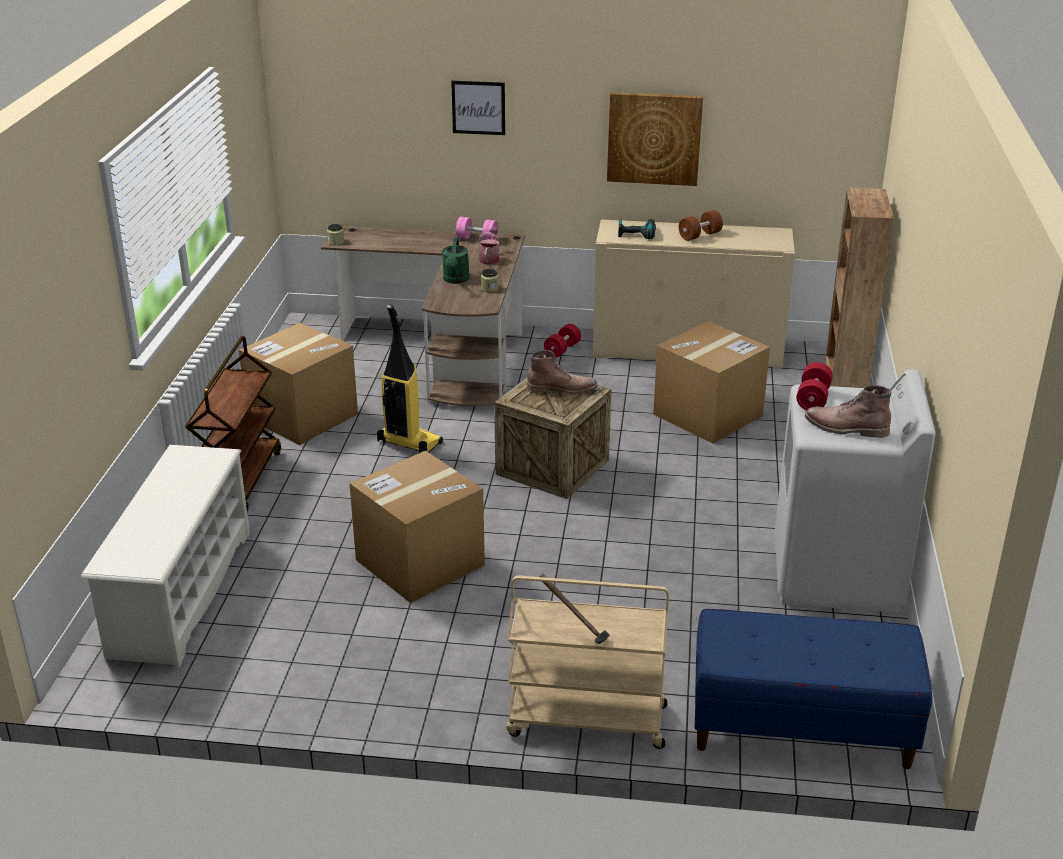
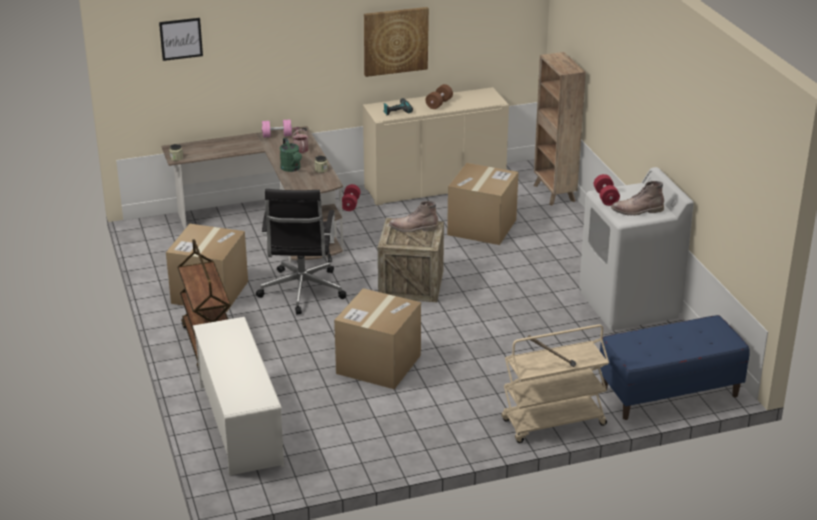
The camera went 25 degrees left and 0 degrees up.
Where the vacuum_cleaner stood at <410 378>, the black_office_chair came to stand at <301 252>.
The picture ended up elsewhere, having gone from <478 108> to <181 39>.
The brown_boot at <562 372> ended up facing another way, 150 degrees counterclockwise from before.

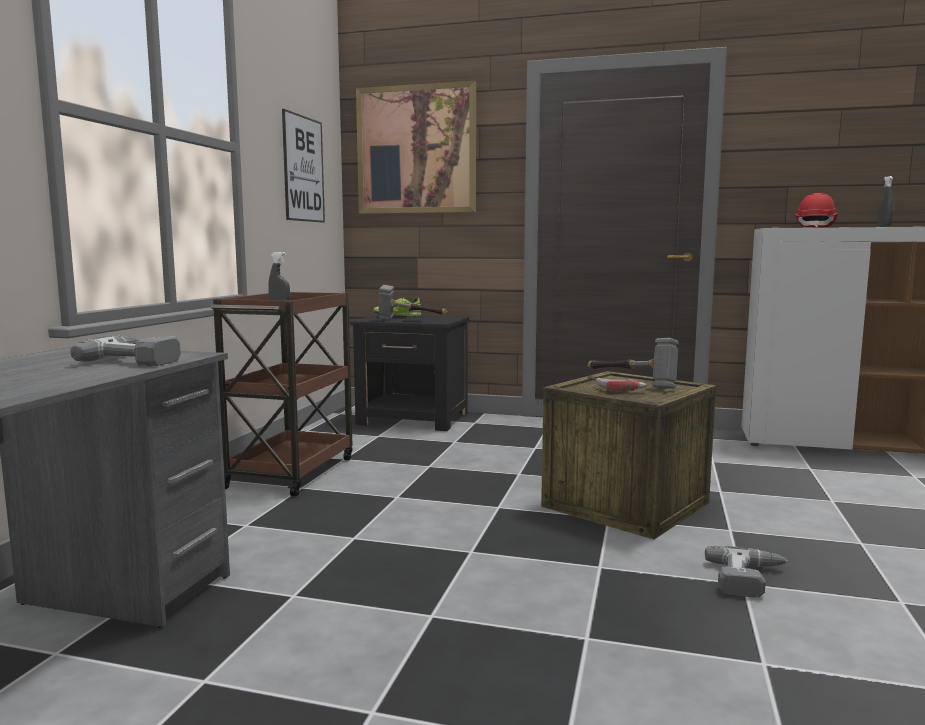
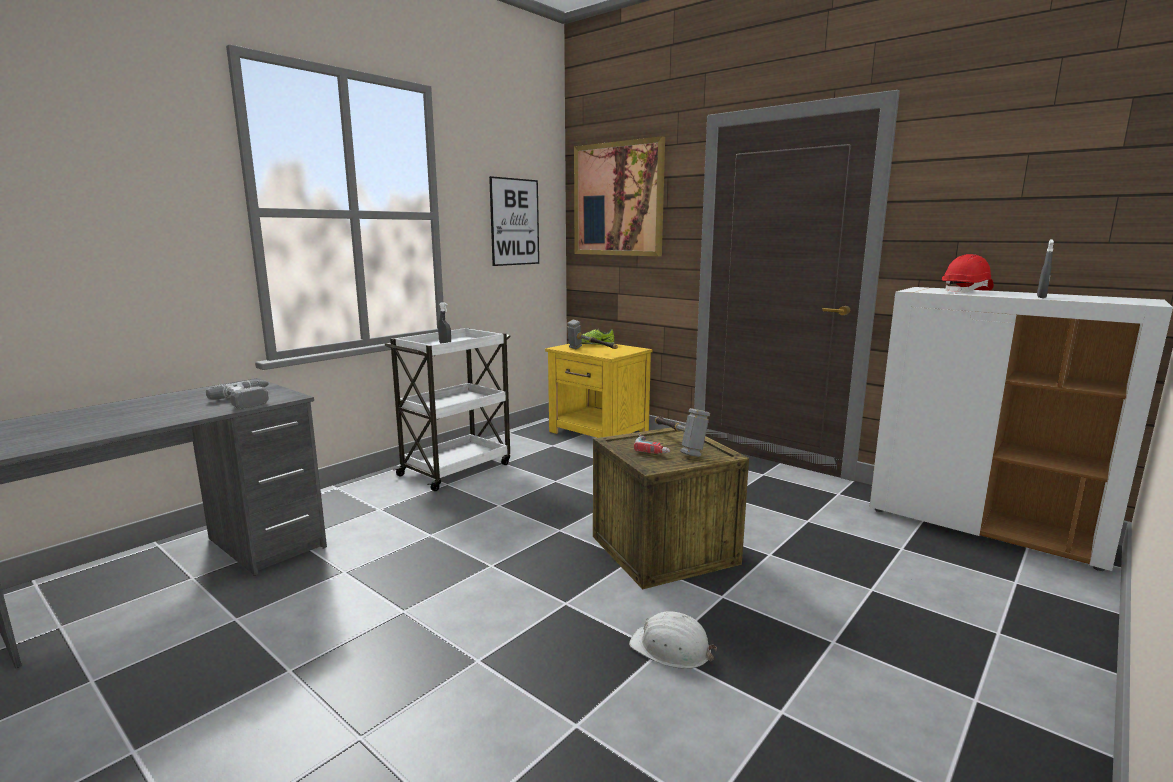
The camera went 25 degrees right and 5 degrees up.
What was the brown_cart at <282 394> turned into the white_cart at <447 409>.
What was the black_nightstand at <410 372> turned into the yellow_nightstand at <598 391>.
Where the power_drill stood at <746 571>, the white_hard_hat came to stand at <673 640>.

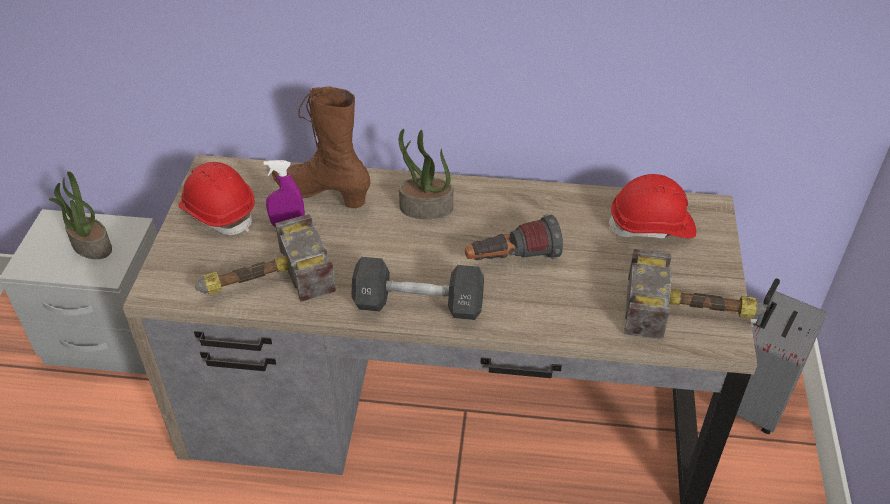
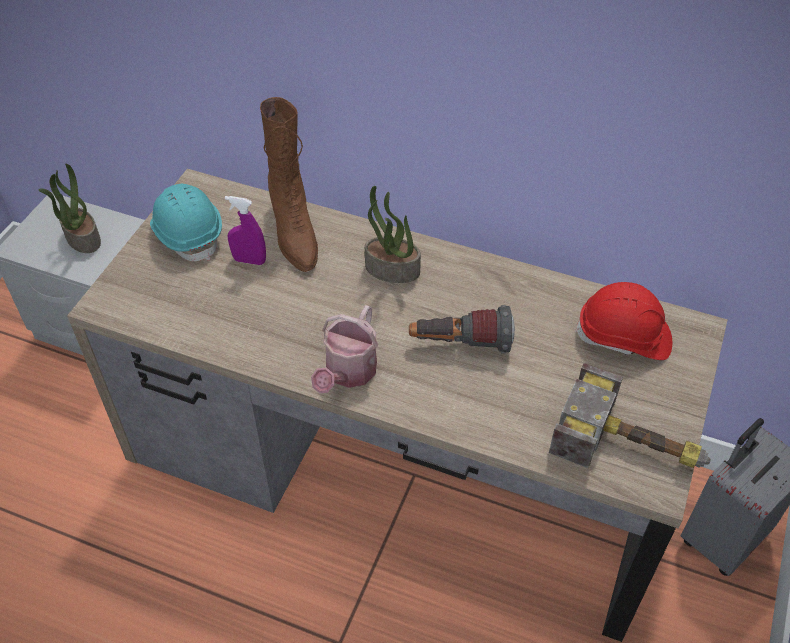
The camera went 15 degrees right and 5 degrees up.
What was the red_hard_hat at <216 198> turned into the turquoise_hard_hat at <186 222>.
The second view lost the hammer at <265 258>.
The brown_boot at <321 147> ended up facing another way, 150 degrees counterclockwise from before.
Where the black_dumbbell stood at <417 288>, the watering_can came to stand at <344 349>.

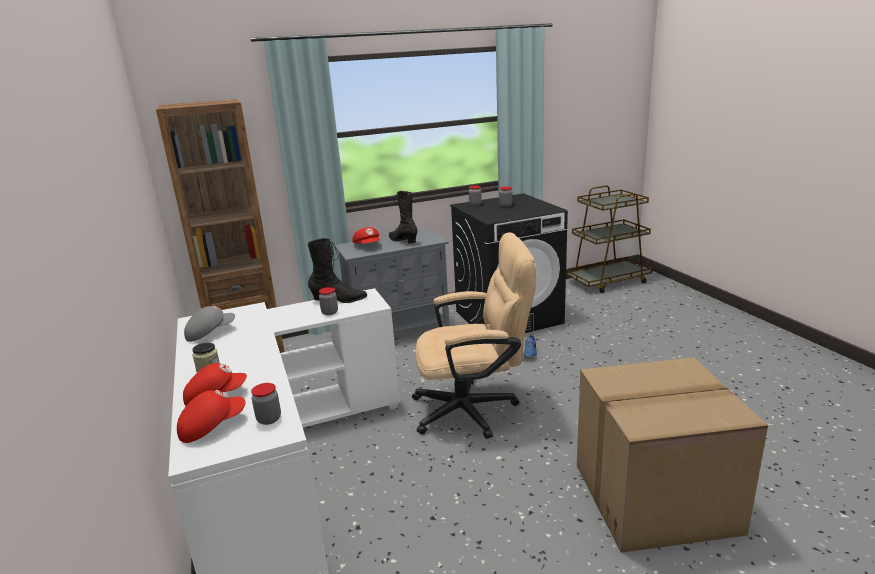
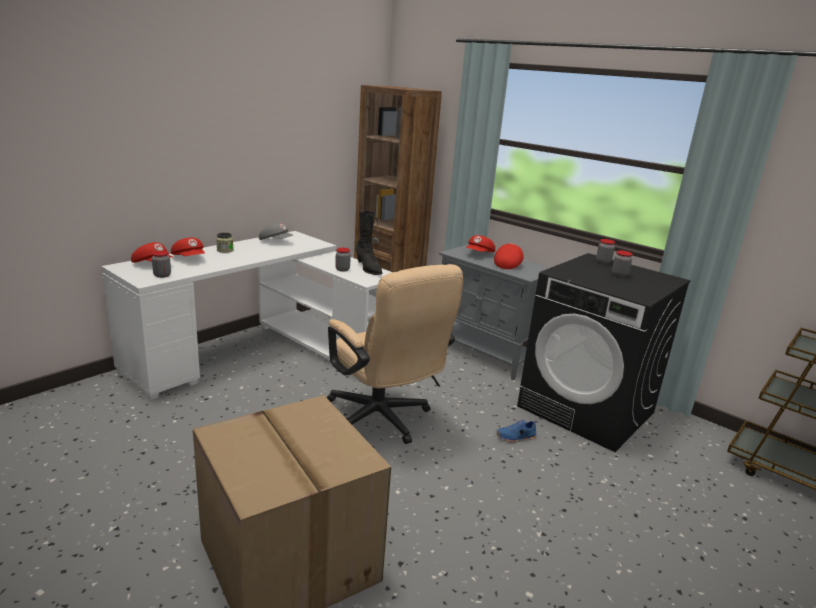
The camera went 60 degrees right and 0 degrees up.
Where the black_boot stood at <403 217>, the red_cap came to stand at <509 256>.

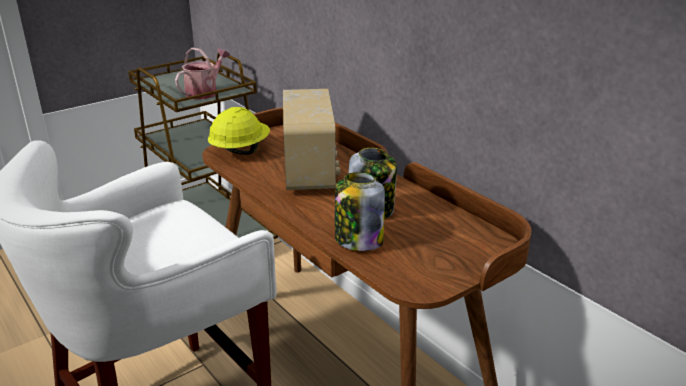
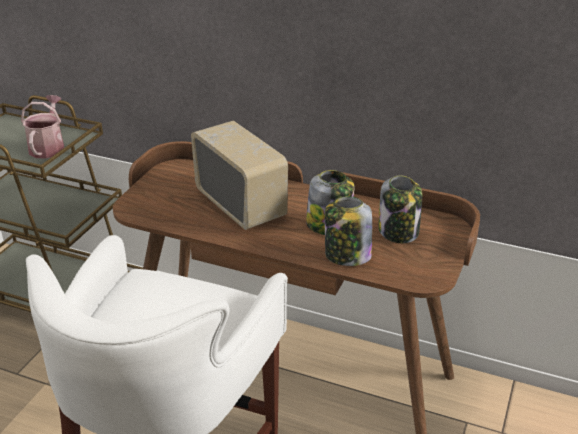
The camera went 30 degrees left and 5 degrees up.
The second view lost the yellow_hard_hat at <239 131>.
The second view gained the jar at <400 209>.

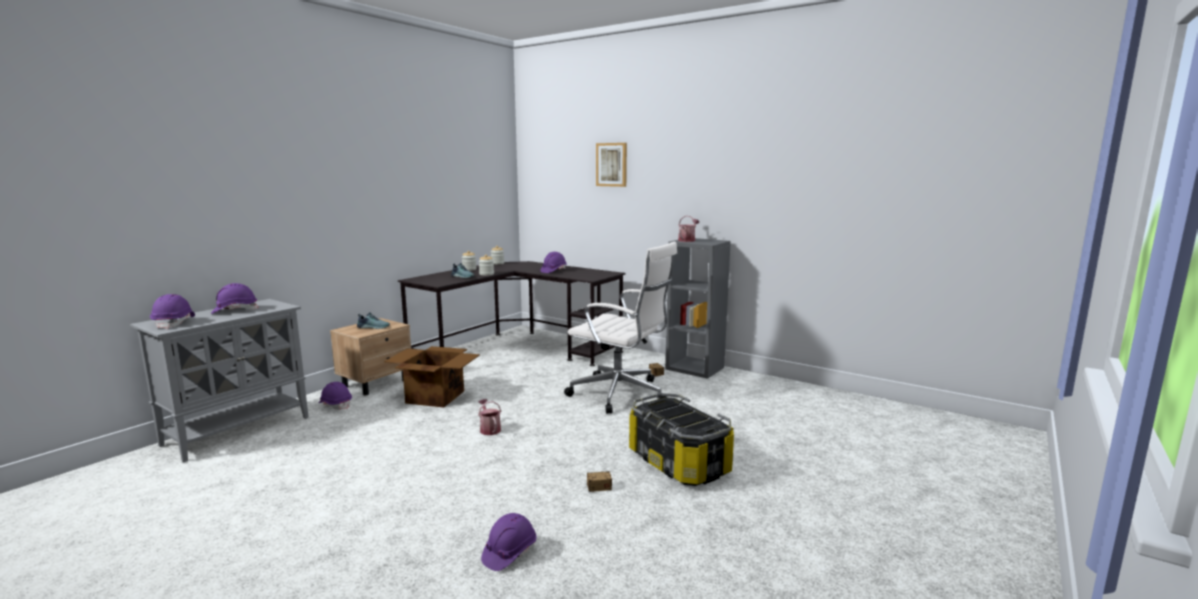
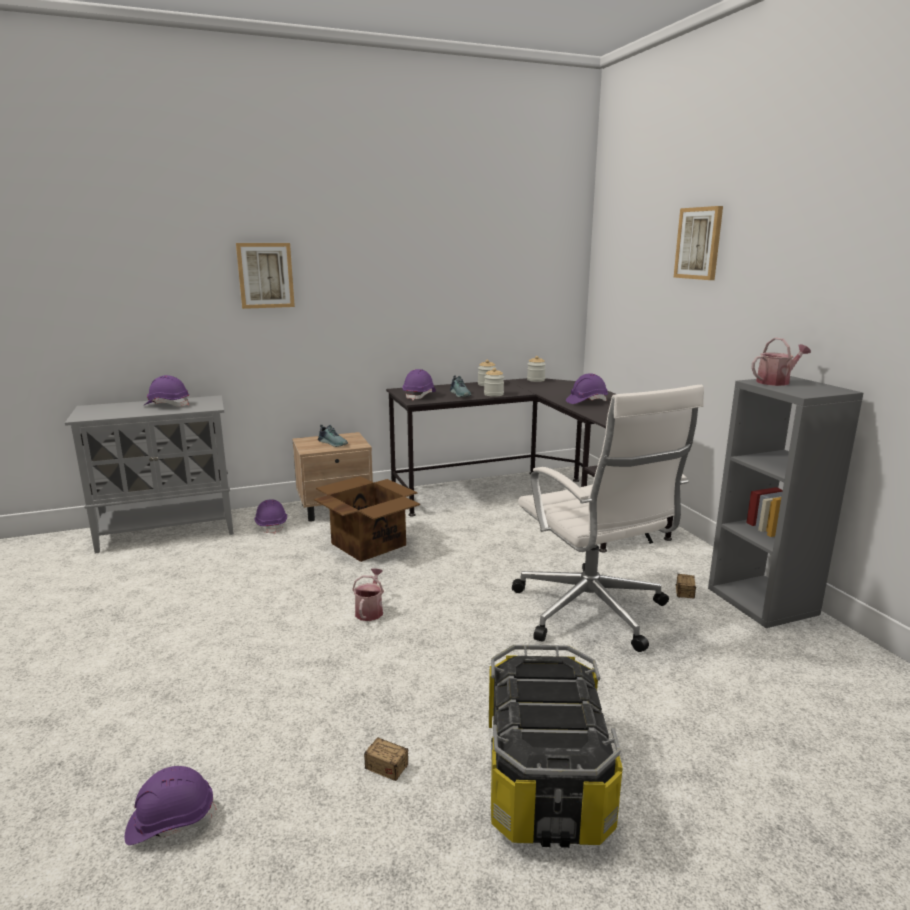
The camera went 35 degrees right and 5 degrees up.
The purple_hard_hat ended up elsewhere, having gone from <172 311> to <419 385>.
The second view gained the picture at <265 276>.

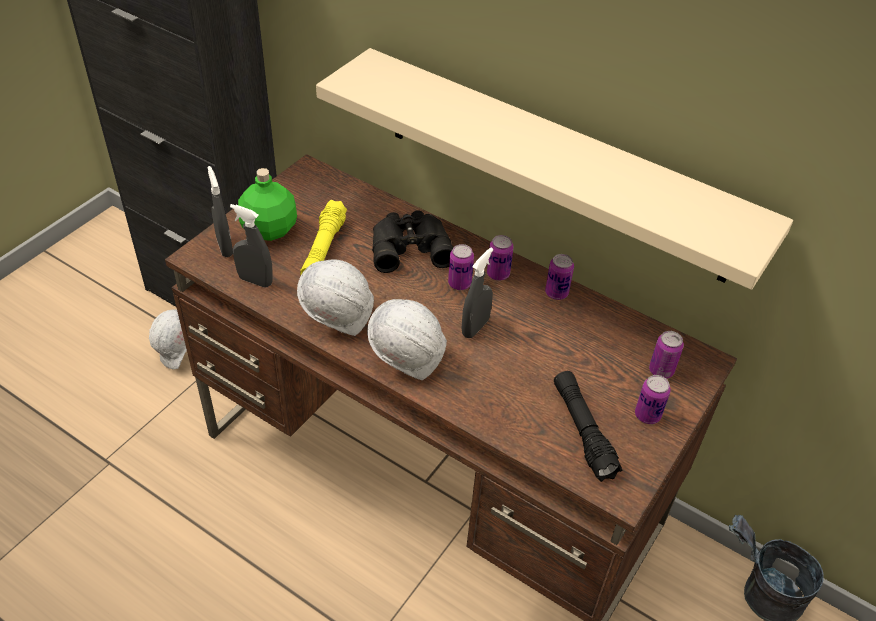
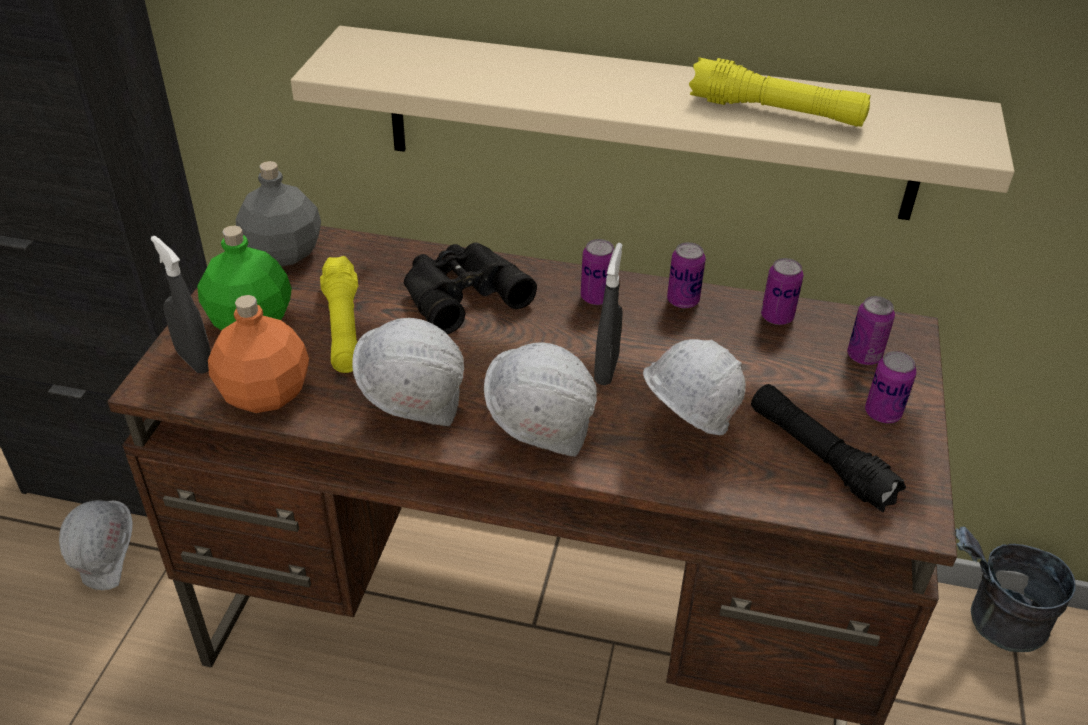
The camera went 20 degrees left and 5 degrees down.
Where the grey_spray_bottle stood at <251 246>, the orange_bottle came to stand at <258 354>.
The can ended up elsewhere, having gone from <461 267> to <782 291>.
The second view gained the grey_bottle at <278 213>.
The second view gained the white_hard_hat at <694 387>.
The second view gained the yellow_flashlight at <779 92>.

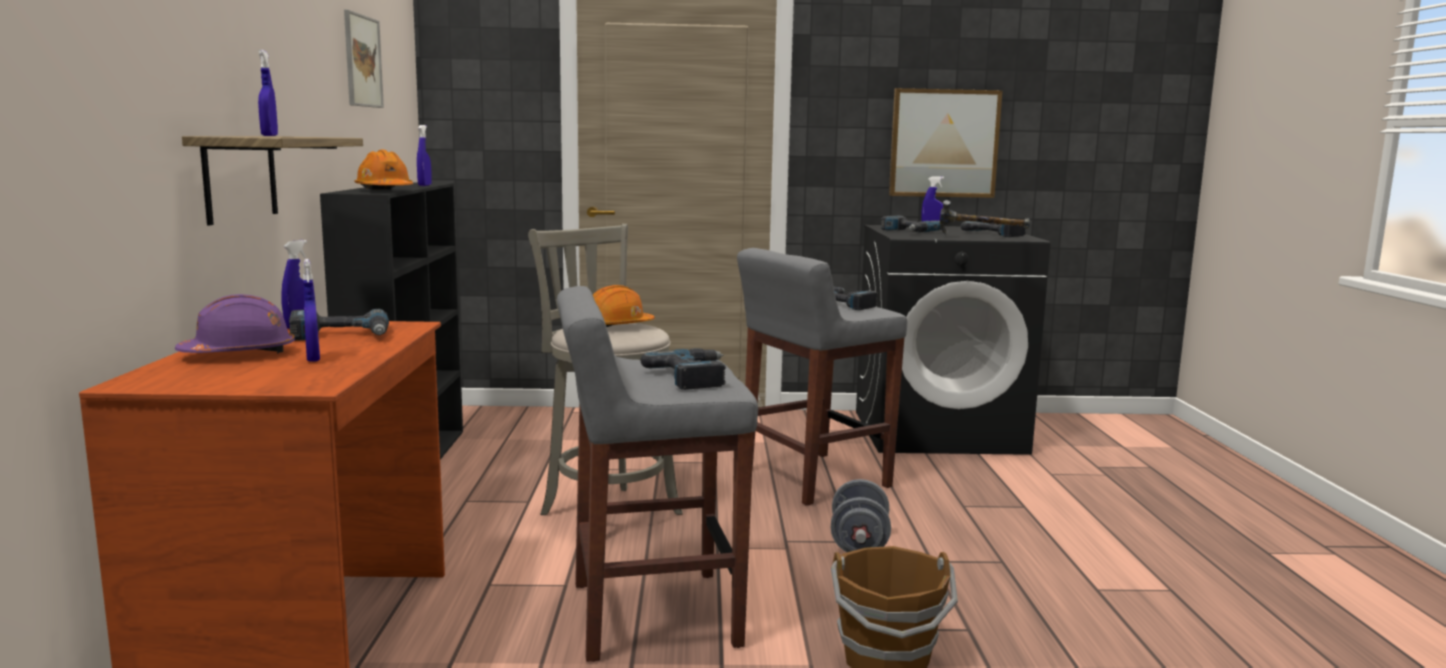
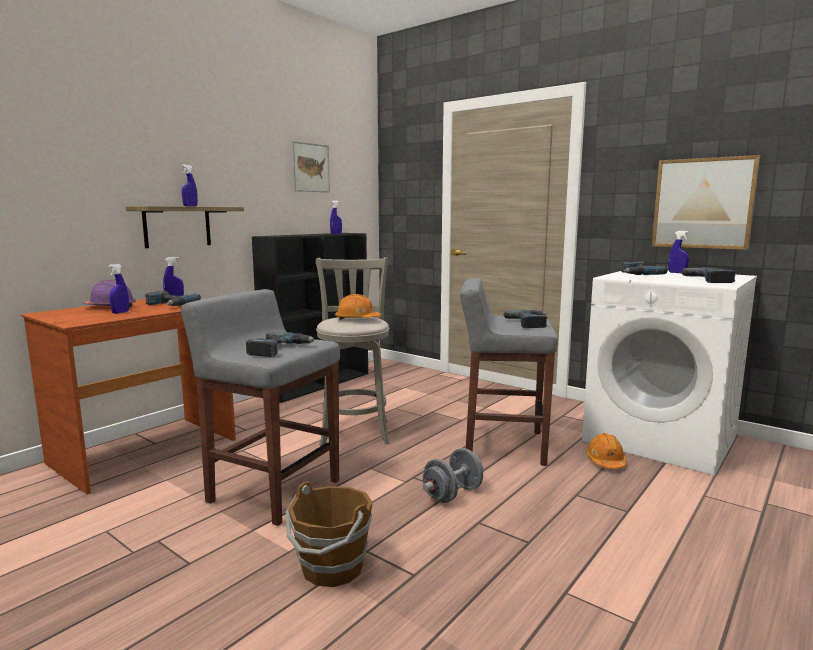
The camera went 40 degrees right and 0 degrees up.
The orange_hard_hat ended up elsewhere, having gone from <383 170> to <606 451>.
What was the black_washing_machine at <953 340> turned into the white_washing_machine at <669 373>.
The second view lost the hammer at <985 218>.

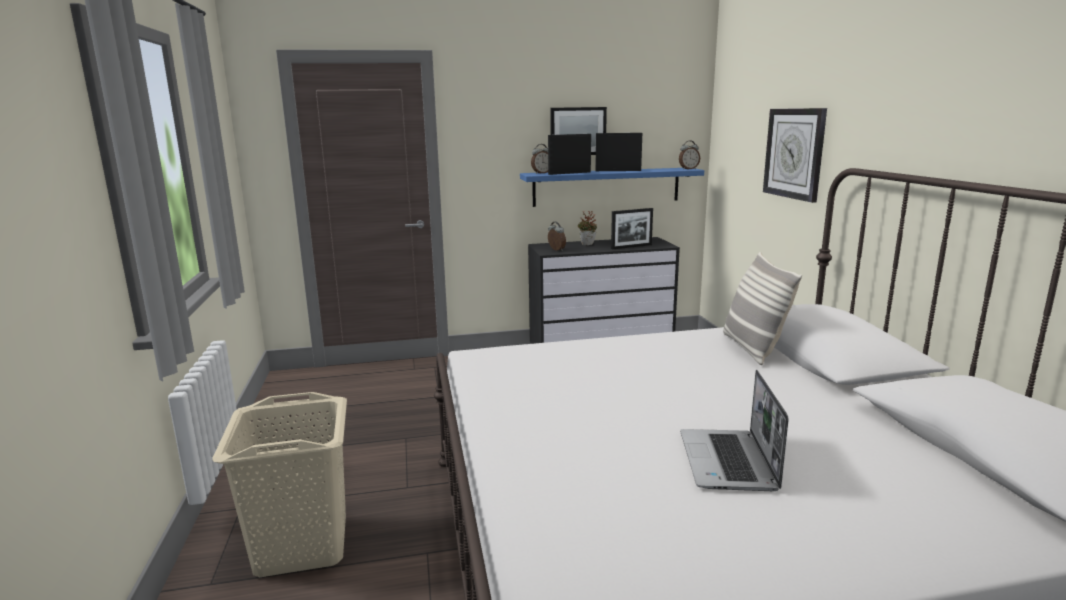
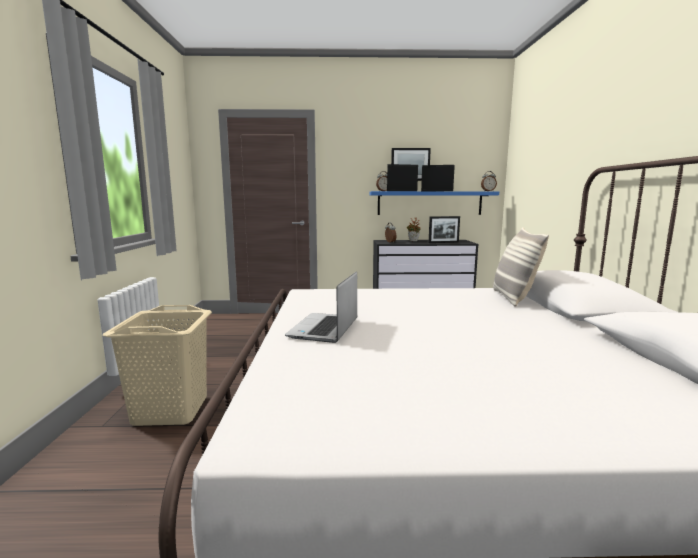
The camera went 10 degrees right and 5 degrees down.
The laptop ended up elsewhere, having gone from <734 430> to <321 307>.
The second view lost the wall_clock at <795 155>.

